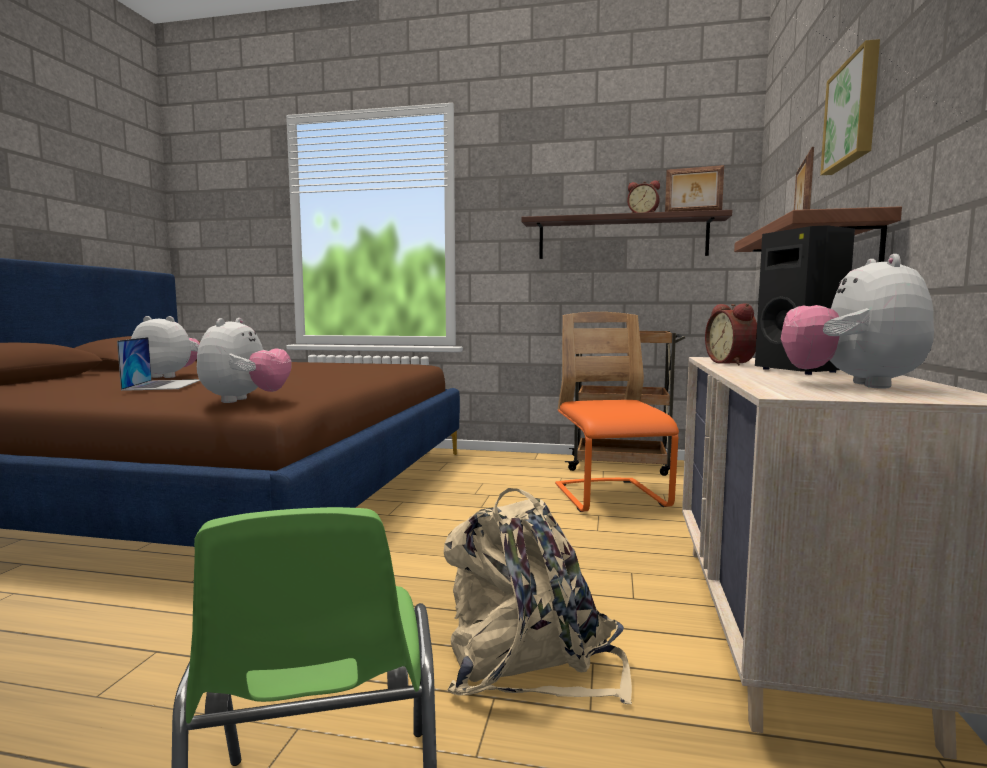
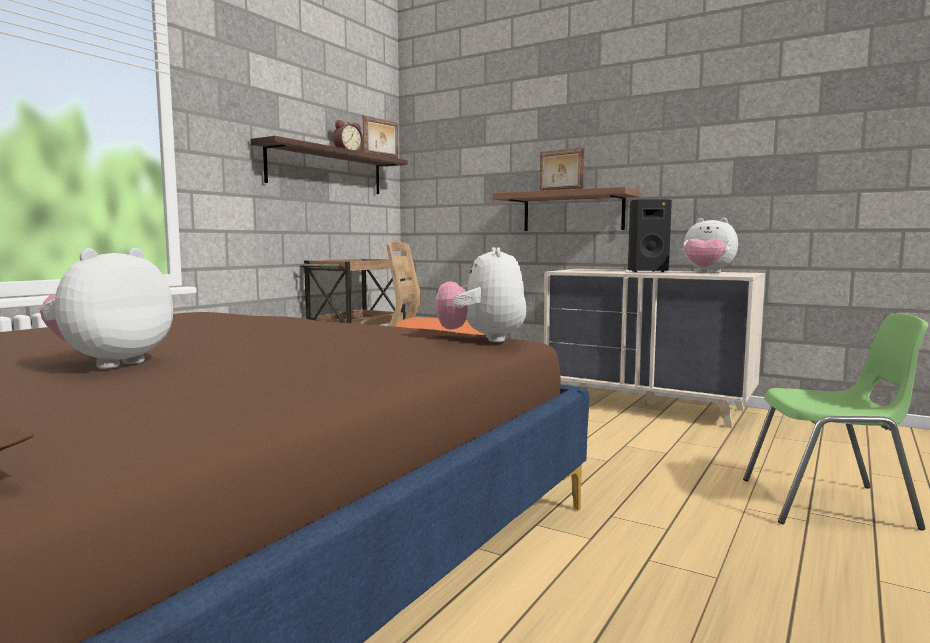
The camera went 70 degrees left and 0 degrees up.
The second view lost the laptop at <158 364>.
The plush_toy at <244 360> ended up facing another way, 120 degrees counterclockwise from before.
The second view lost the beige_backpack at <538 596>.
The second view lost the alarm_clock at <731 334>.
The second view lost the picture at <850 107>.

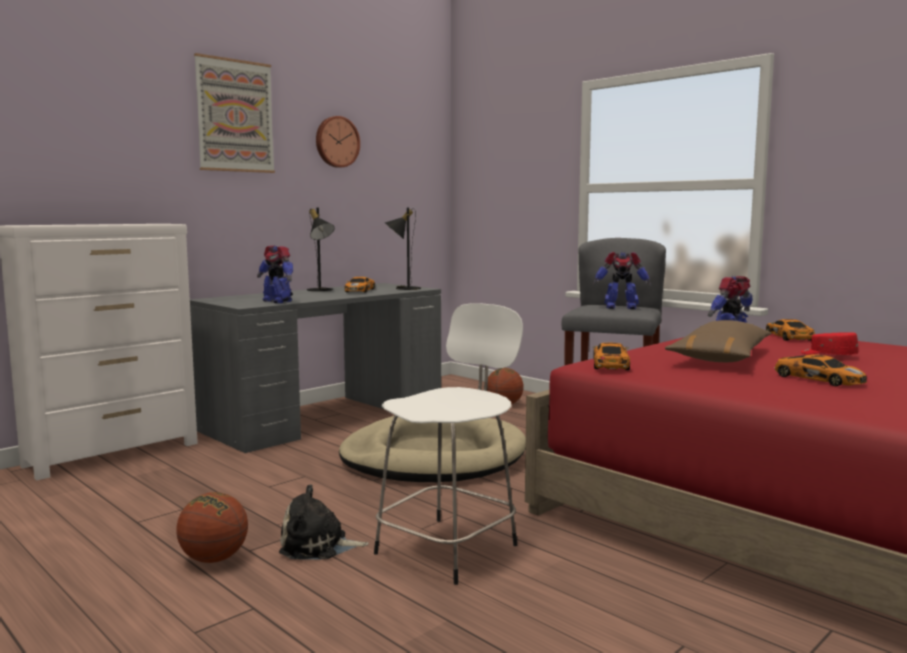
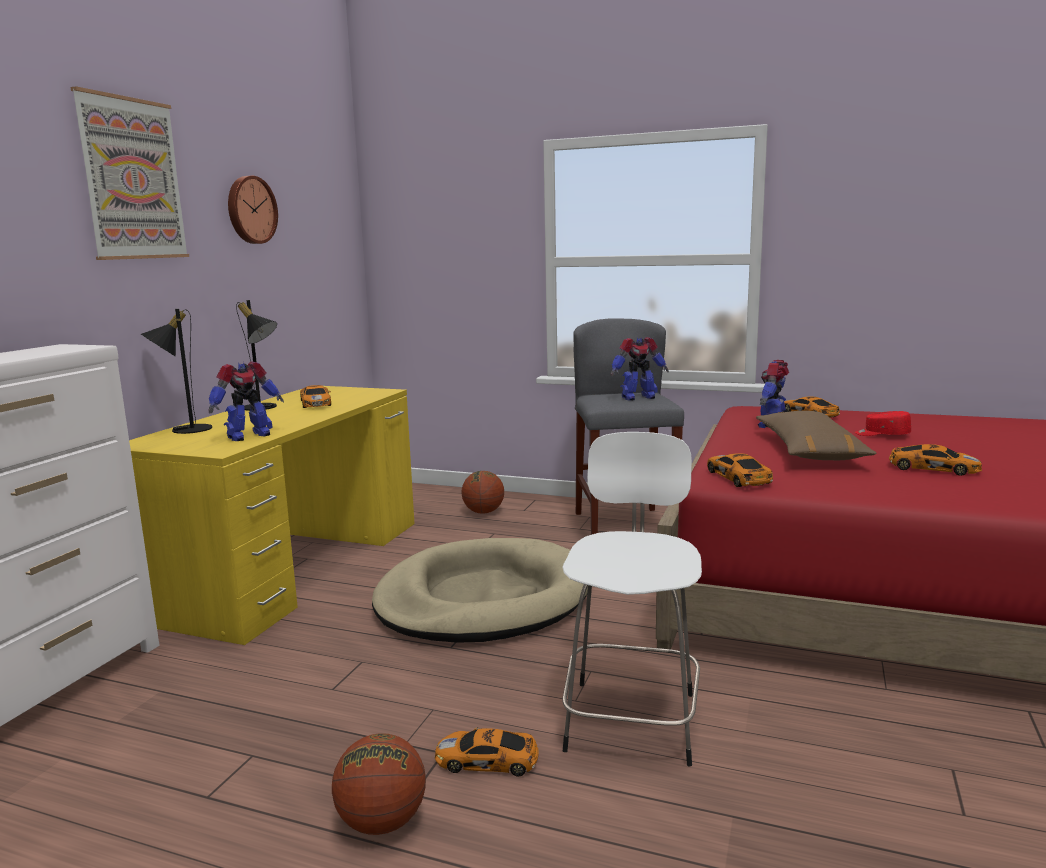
The camera went 25 degrees left and 5 degrees up.
What was the grey_desk at <315 368> turned into the yellow_desk at <271 515>.
The toy_robot at <275 274> ended up facing another way, 60 degrees counterclockwise from before.
Where the plush_toy stood at <324 521>, the toy_car came to stand at <487 752>.
The black_table_lamp ended up elsewhere, having gone from <403 248> to <176 371>.

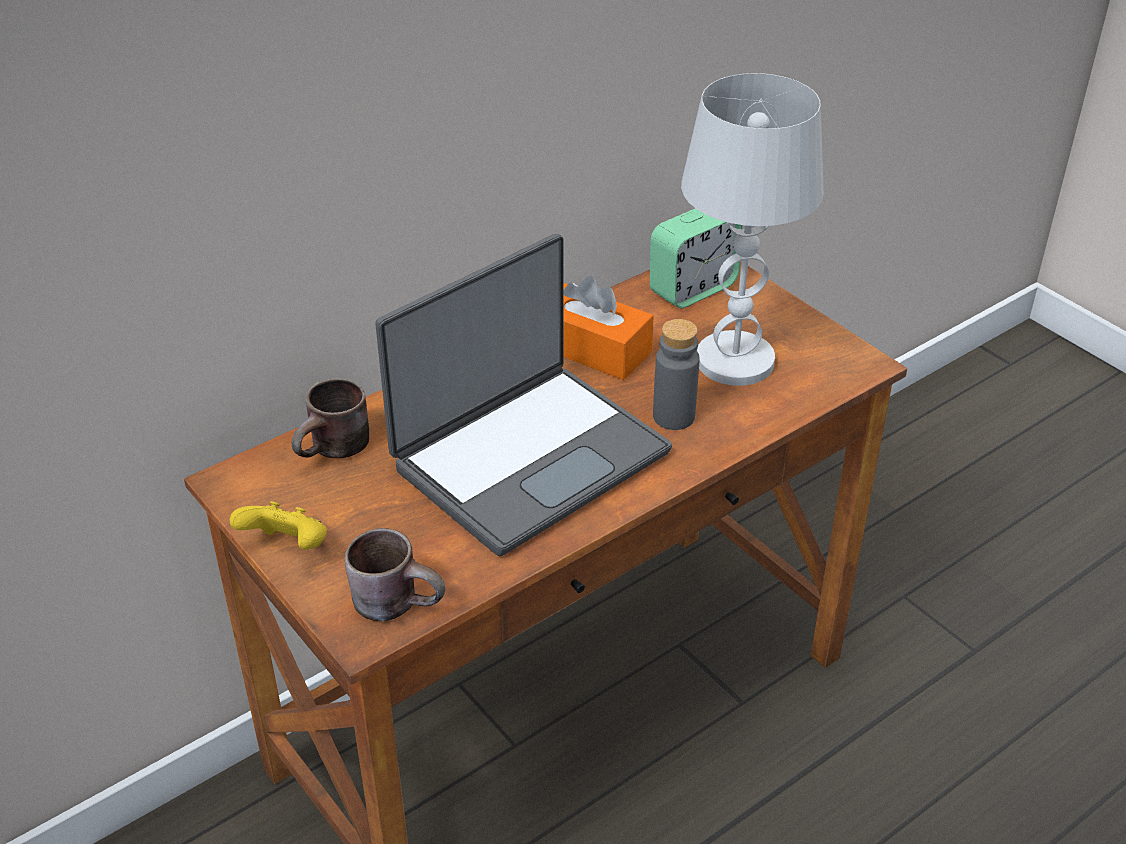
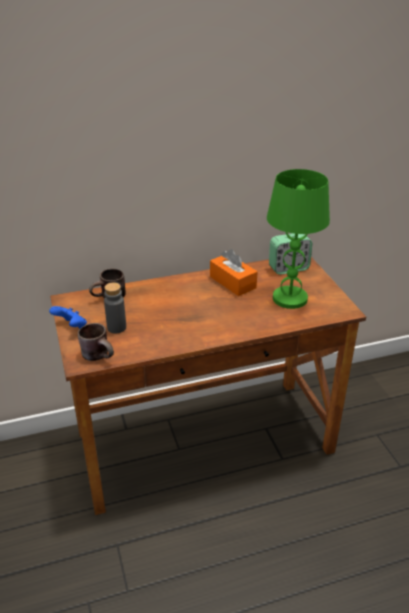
The camera went 20 degrees right and 5 degrees down.
What was the yellow_game_controller at <278 525> turned into the blue_game_controller at <68 317>.
The second view lost the laptop at <523 395>.
The grey_bottle ended up elsewhere, having gone from <676 374> to <115 308>.
What was the white_table_lamp at <752 229> turned into the green_table_lamp at <298 239>.

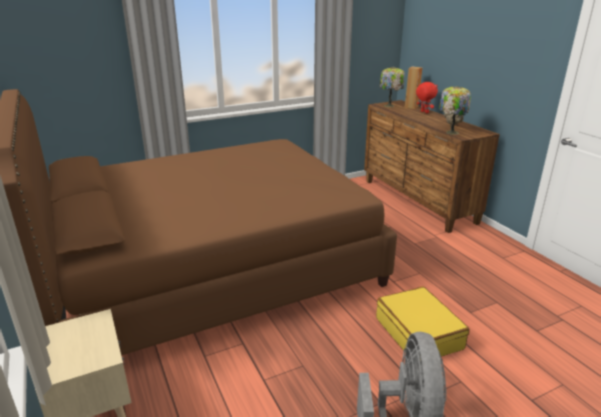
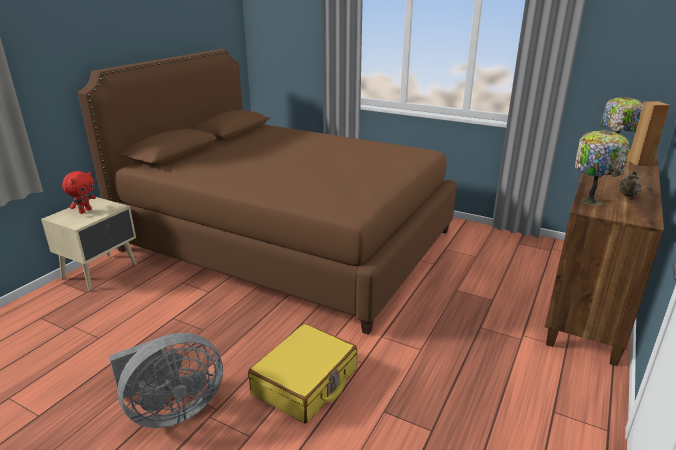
The camera went 55 degrees right and 0 degrees up.
The red_plush_toy ended up elsewhere, having gone from <427 97> to <79 192>.

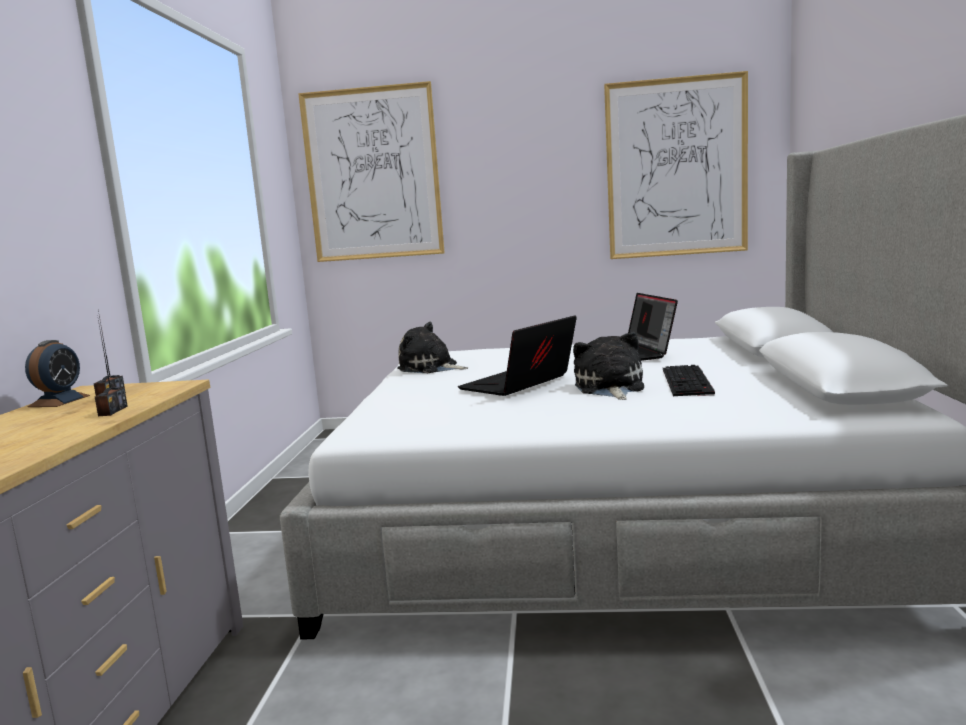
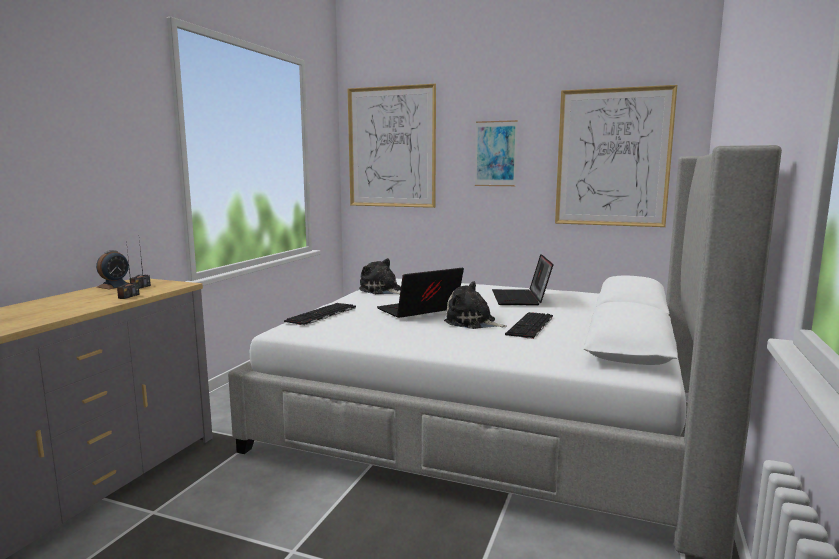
The camera went 15 degrees right and 0 degrees up.
The plush_toy at <608 366> ended up facing another way, 75 degrees counterclockwise from before.
The second view gained the keyboard at <320 314>.
The second view gained the picture at <496 153>.

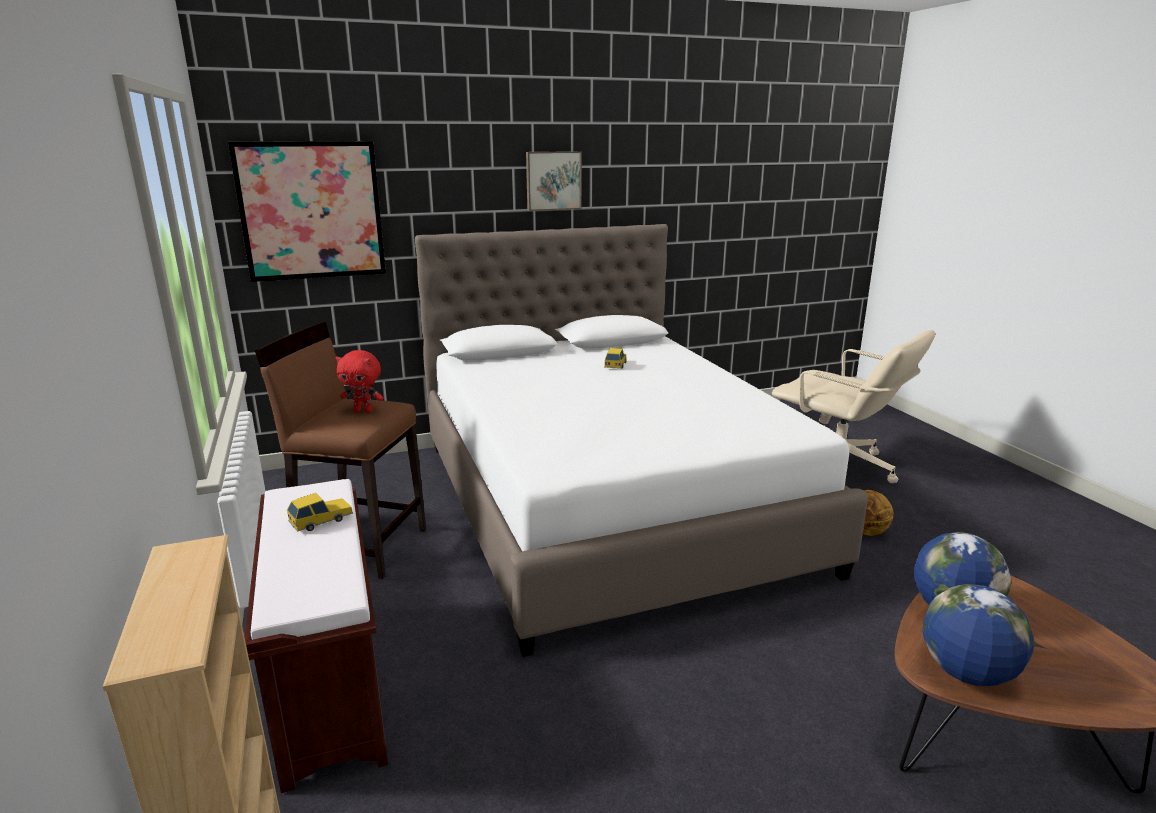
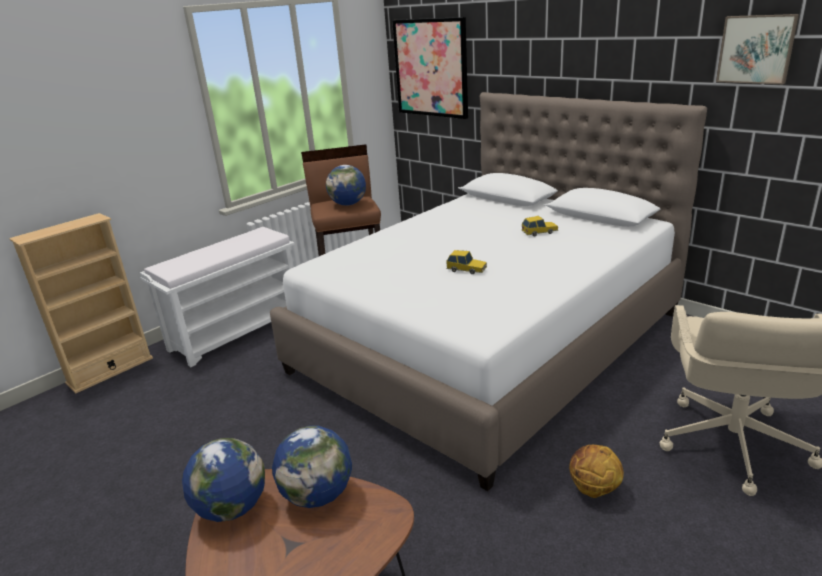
The camera went 65 degrees right and 5 degrees up.
What was the brown_bench at <316 636> turned into the white_bench at <217 297>.
The toy_car ended up elsewhere, having gone from <320 512> to <466 262>.
Where the red_plush_toy stood at <359 381>, the globe came to stand at <346 185>.
The picture ended up elsewhere, having gone from <554 181> to <757 49>.

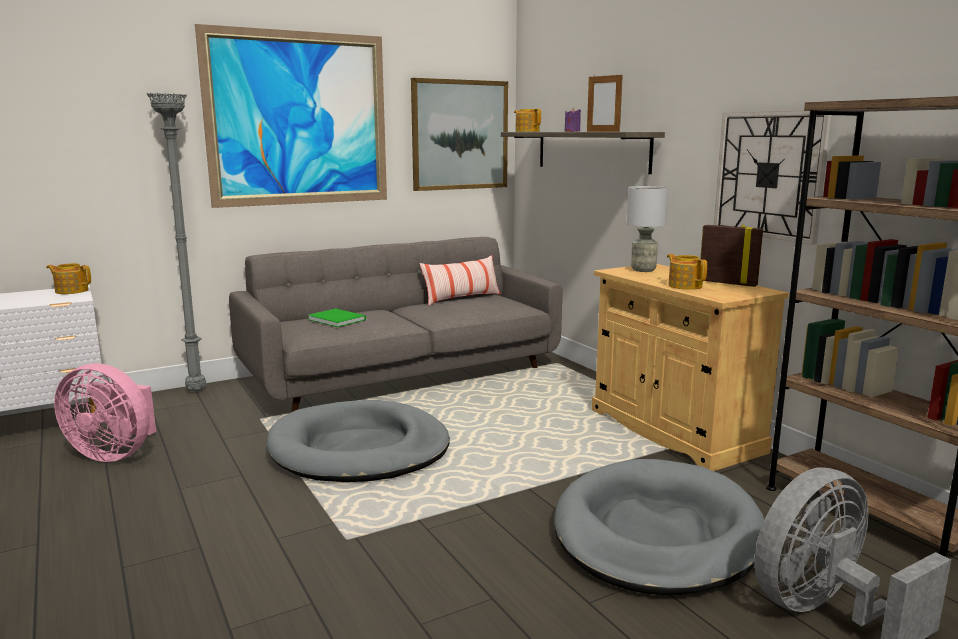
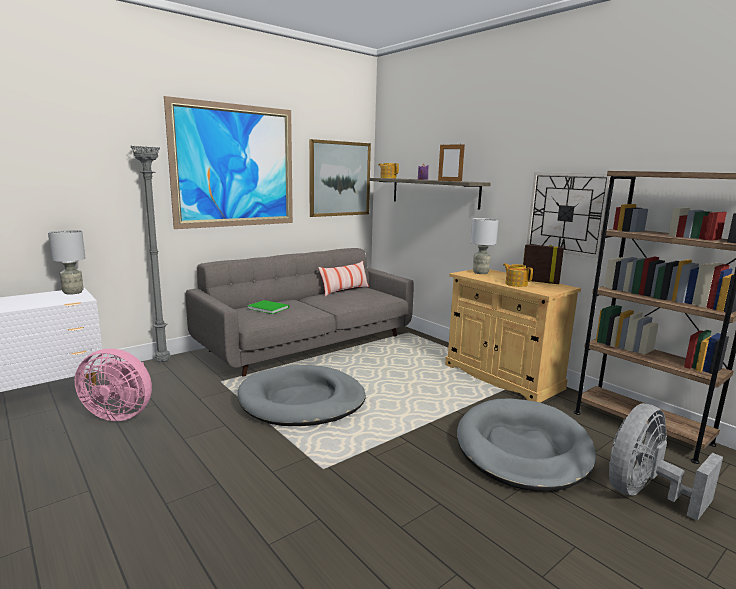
The camera went 10 degrees left and 0 degrees up.
Where the teapot stood at <68 278>, the grey_table_lamp came to stand at <66 262>.

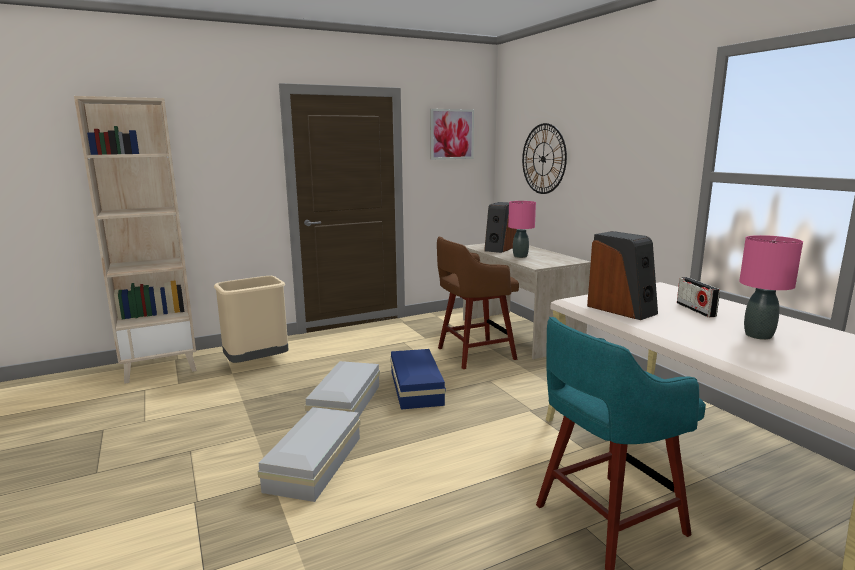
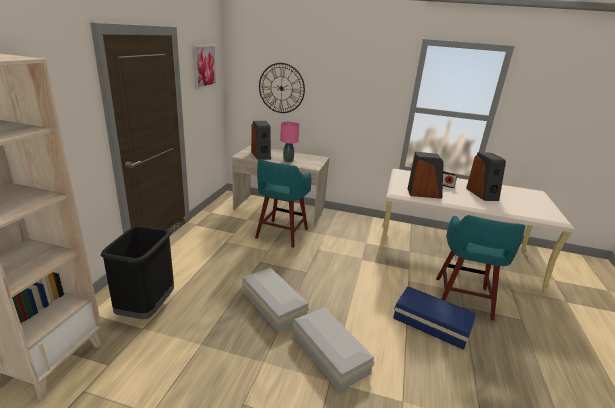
The camera went 50 degrees left and 10 degrees up.
What was the beige_trash_can at <251 319> turned into the black_trash_can at <137 272>.
The blue_storage_box ended up elsewhere, having gone from <418 379> to <434 318>.
What was the brown_stool at <478 303> turned into the turquoise_stool at <283 203>.
Where the pink_table_lamp stood at <771 287>, the speaker came to stand at <486 176>.

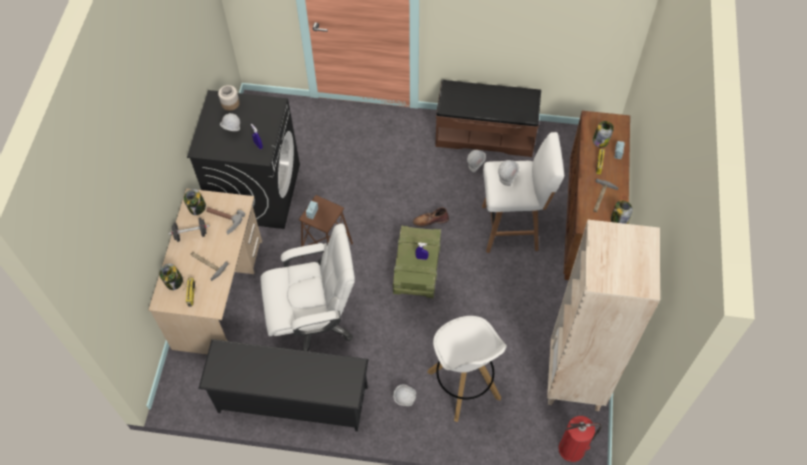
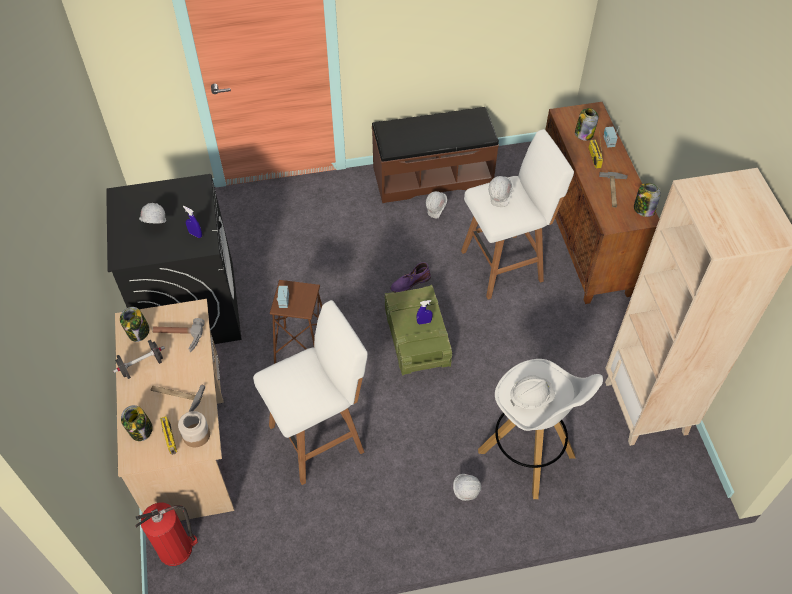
The camera went 20 degrees left and 5 degrees down.
The second view lost the black_shoe_rack at <283 385>.
The jar ended up elsewhere, having gone from <229 98> to <194 429>.
Where the white_office_chair stood at <307 287>, the white_stool came to stand at <310 392>.
What was the brown_boot at <431 217> turned into the purple_boot at <410 277>.
The fire_extinguisher ended up elsewhere, having gone from <580 439> to <166 534>.
The second view gained the white_hard_hat at <532 392>.

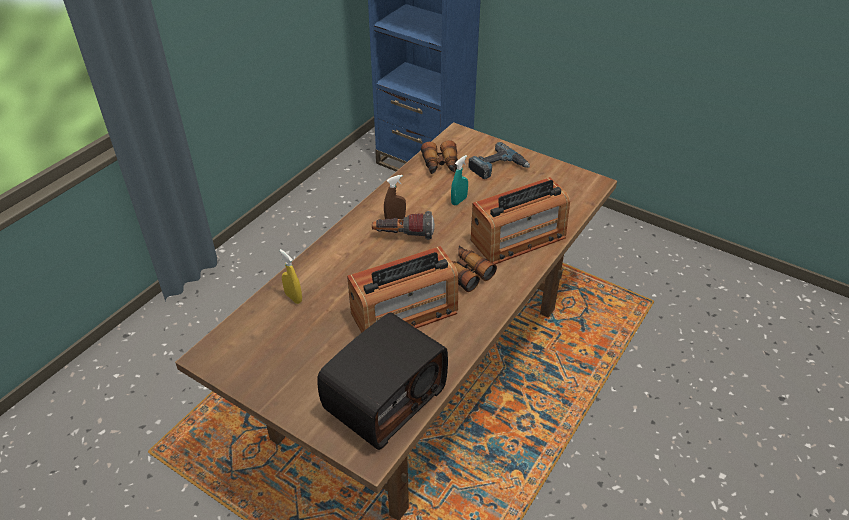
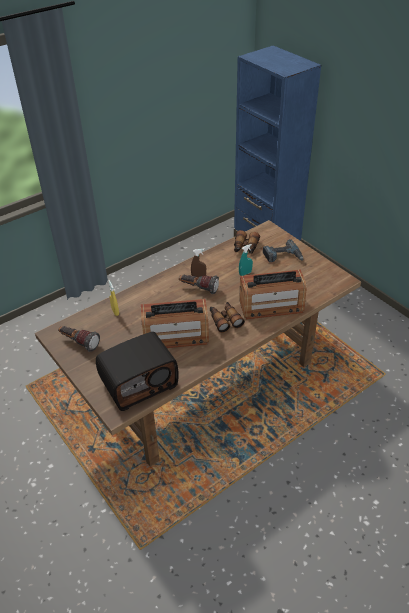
The camera went 20 degrees right and 0 degrees up.
The second view gained the flashlight at <79 339>.

